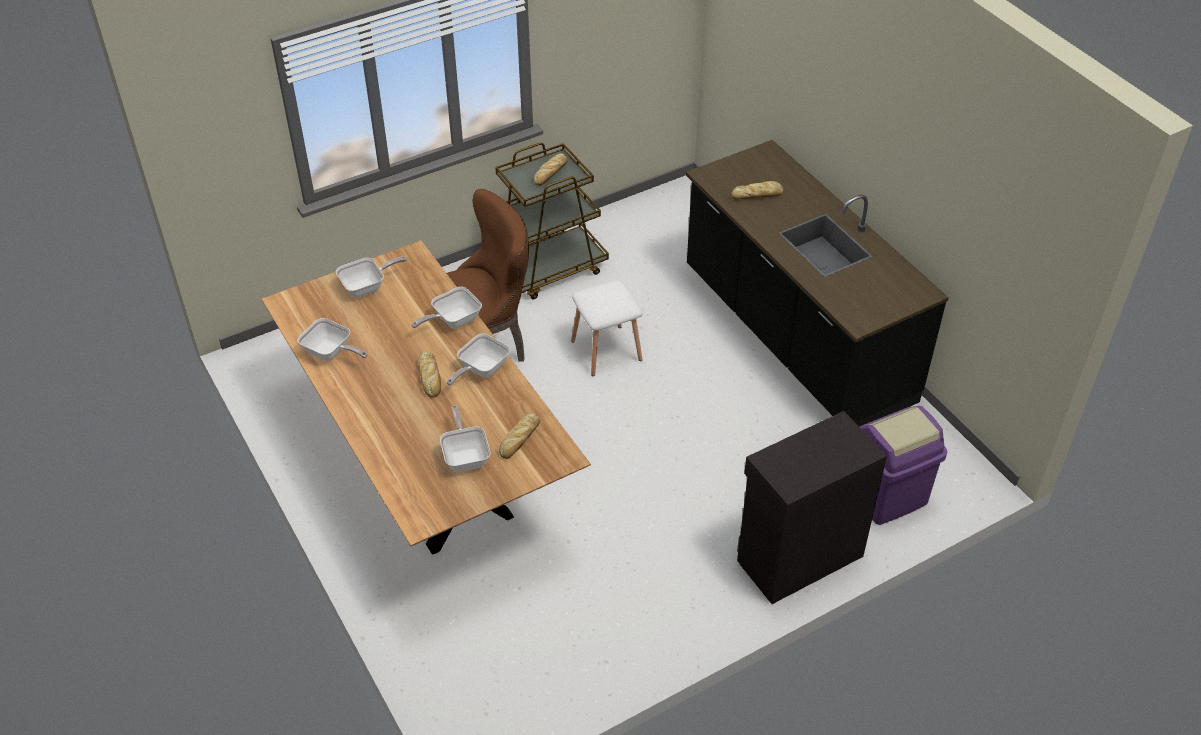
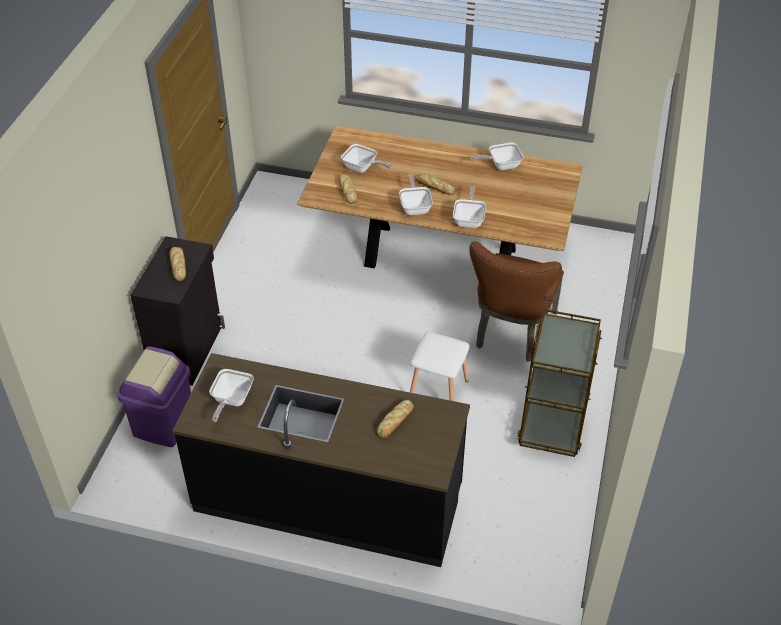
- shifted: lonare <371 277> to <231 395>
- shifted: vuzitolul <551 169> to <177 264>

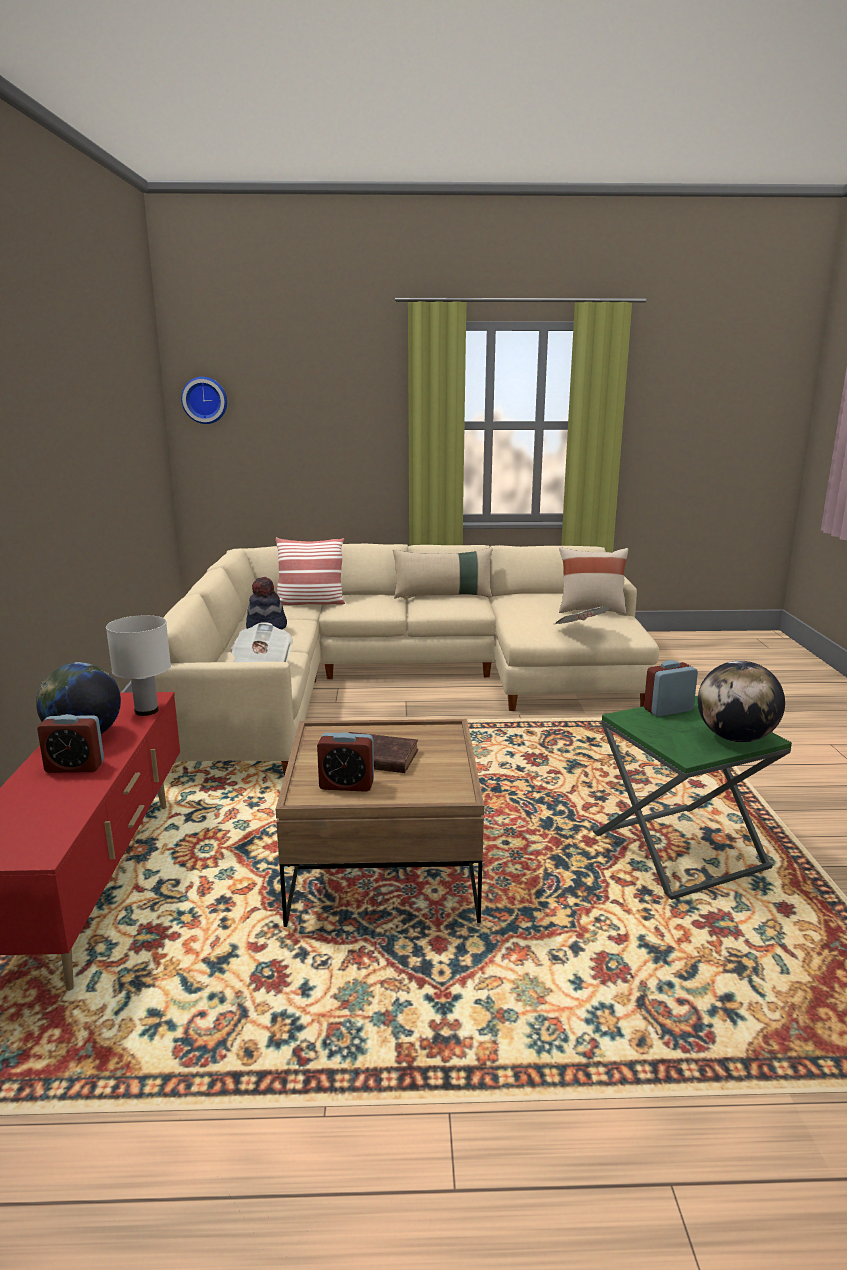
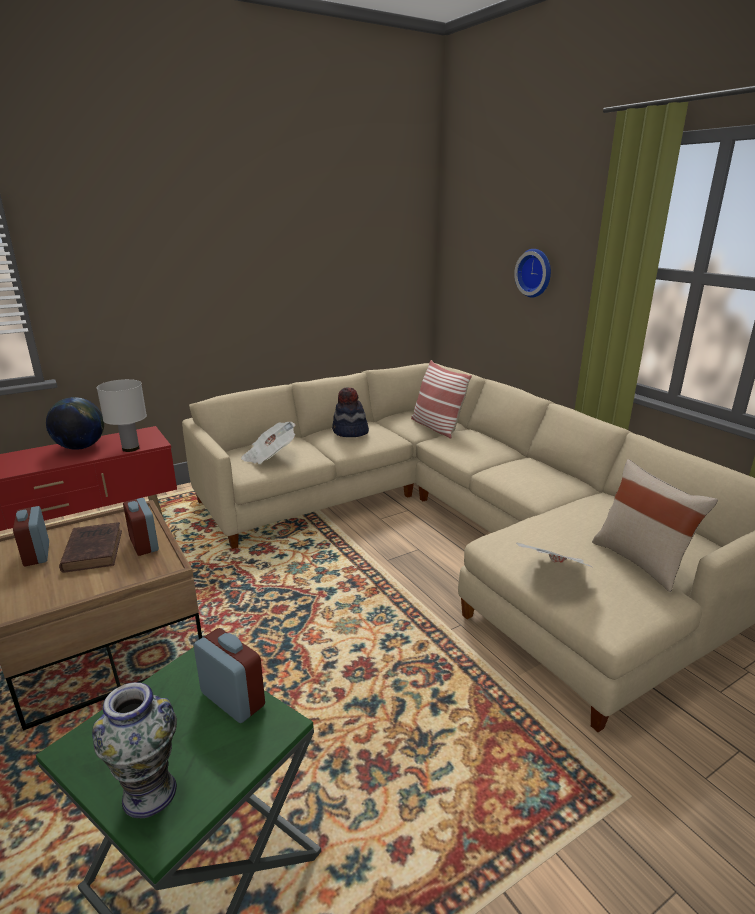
- shifted: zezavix <70 743> to <141 527>
- shifted: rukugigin <204 400> to <532 273>
- gone: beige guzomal <443 573>
- swapped: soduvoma <741 701> to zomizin <134 750>

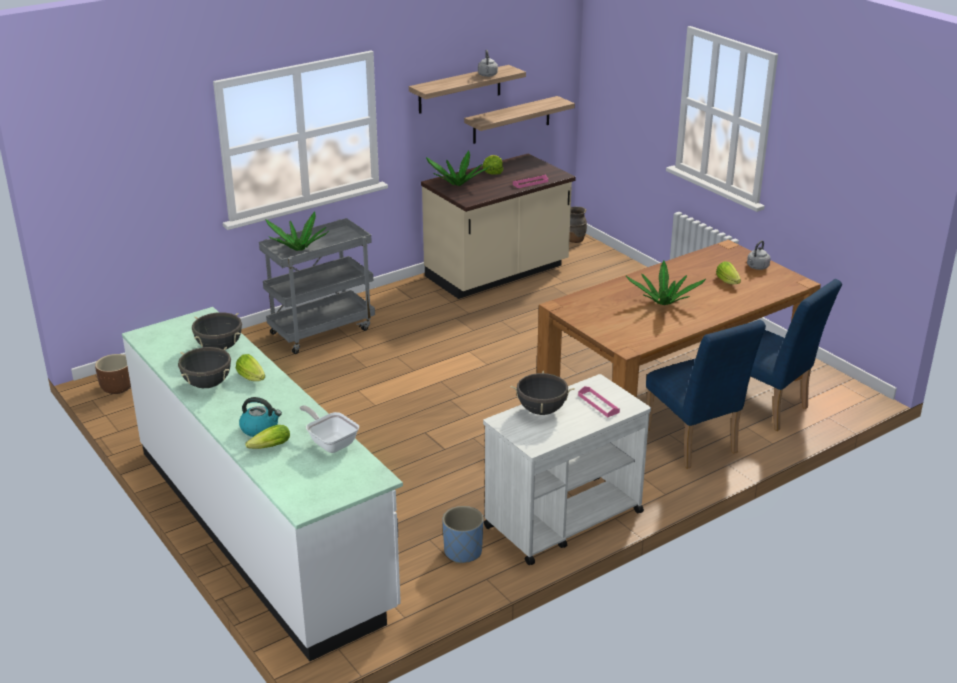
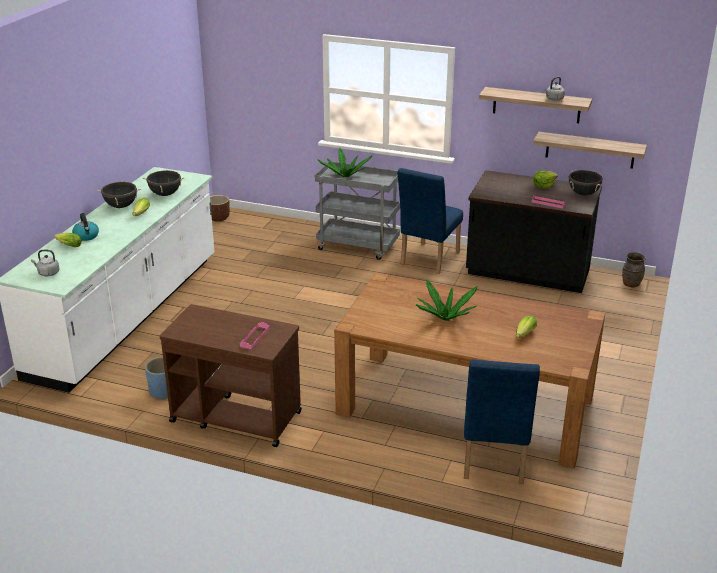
- gone: lonare <329 429>
- repainted: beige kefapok <498 226> to black kefapok <534 231>
- gone: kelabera <458 168>
- repainted: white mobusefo <567 469> to brown mobusefo <231 375>
- shifted: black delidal <542 393> to <586 182>
- shifted: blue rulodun <706 394> to <430 221>
- shifted: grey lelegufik <758 255> to <45 263>

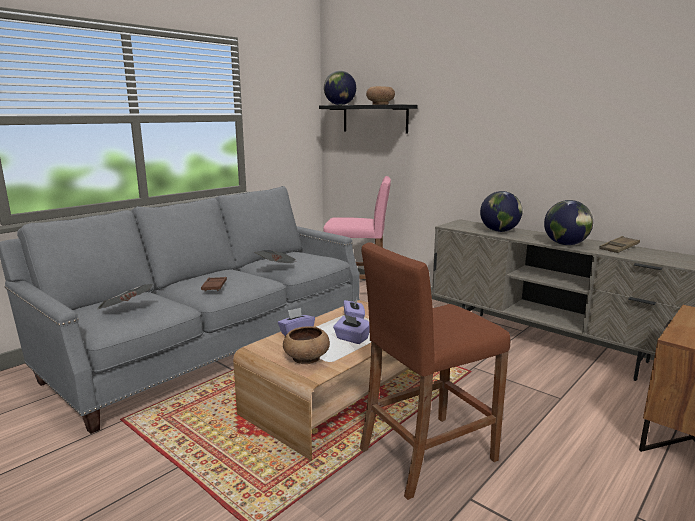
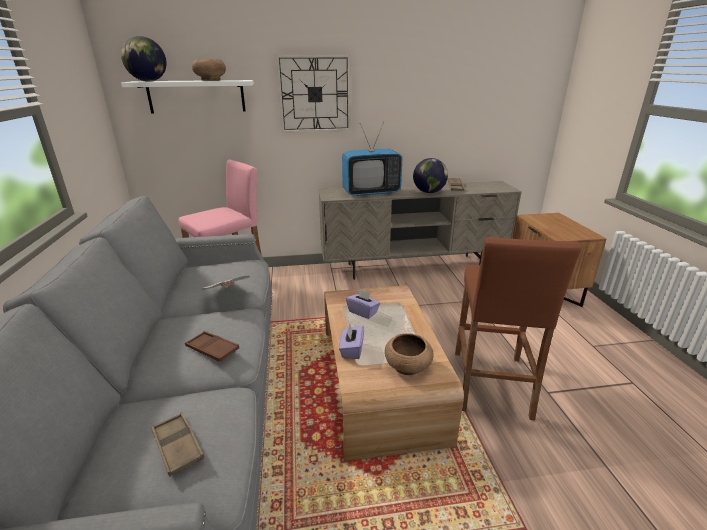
- swapped: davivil <125 296> to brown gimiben <177 444>
- repainted: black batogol <368 119> to white batogol <187 96>
- gone: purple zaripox <351 329>
- swapped: soduvoma <501 211> to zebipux <372 159>
- new: rukugigin <313 93>

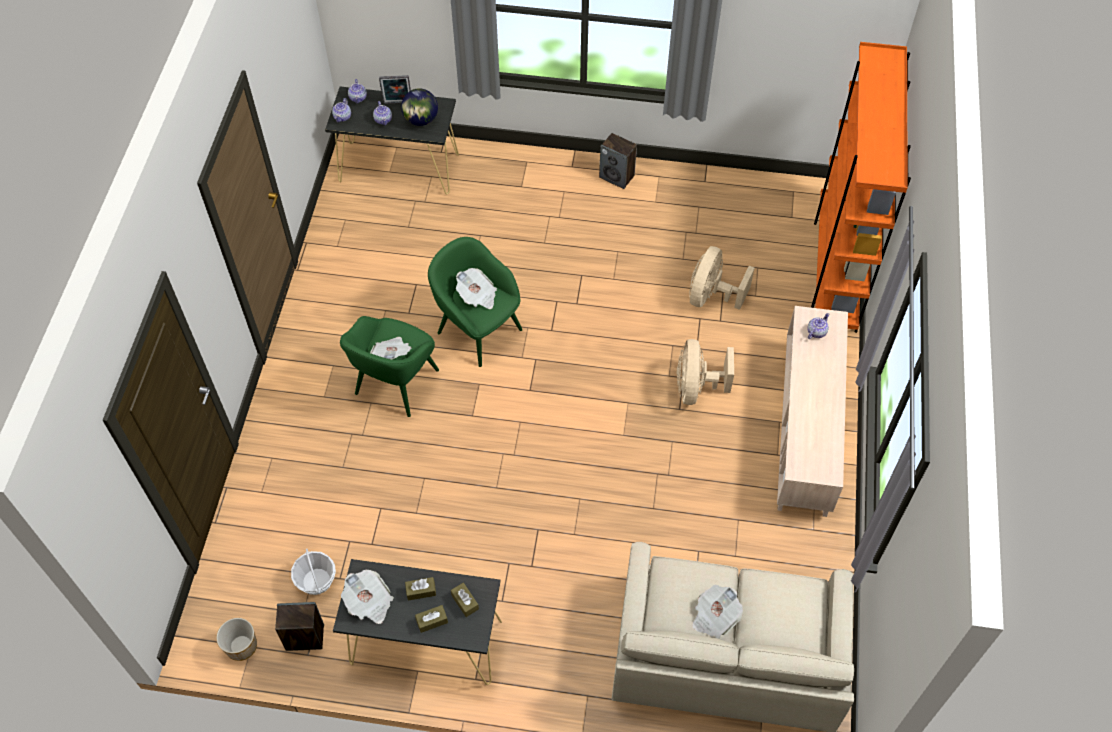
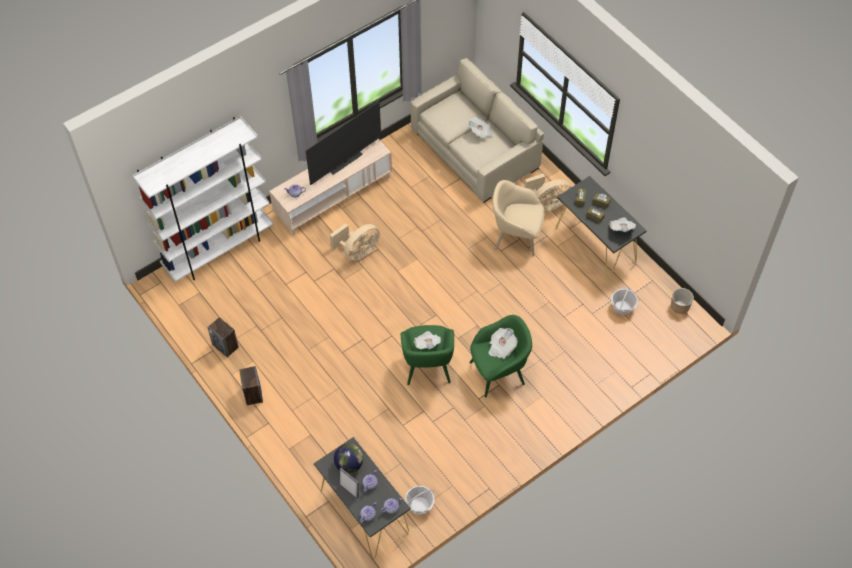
- shifted: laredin <299 626> to <223 337>
- shifted: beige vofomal <721 278> to <547 192>
- repainted: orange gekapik <861 187> to white gekapik <202 199>
- new: zebipux <343 143>
- new: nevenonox <419 500>
- new: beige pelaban <518 218>

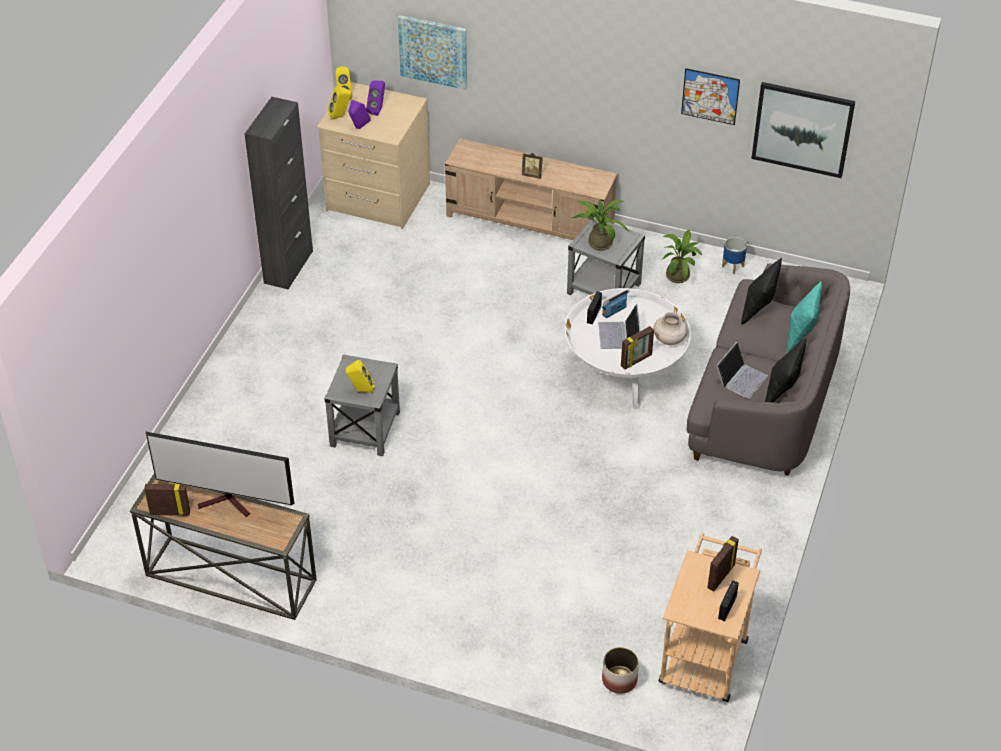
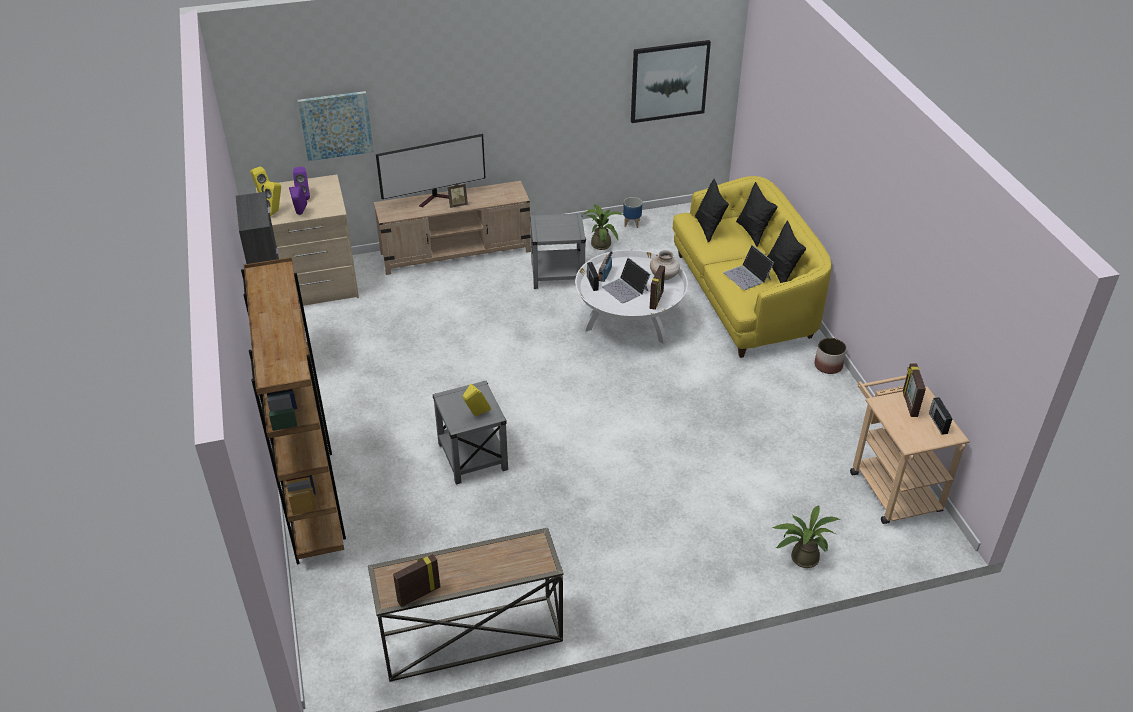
- shifted: zebipux <219 474> to <430 170>
- shifted: kelabera <600 225> to <806 536>
- shifted: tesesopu <620 670> to <831 356>
- gone: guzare <710 96>
- repainted: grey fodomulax <768 369> to yellow fodomulax <752 267>
- rotated: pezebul <742 370> = <749 267> 150 degrees clockwise
- repainted: turquoise guzomal <804 316> to black guzomal <757 214>
- new: brown gekapik <293 411>

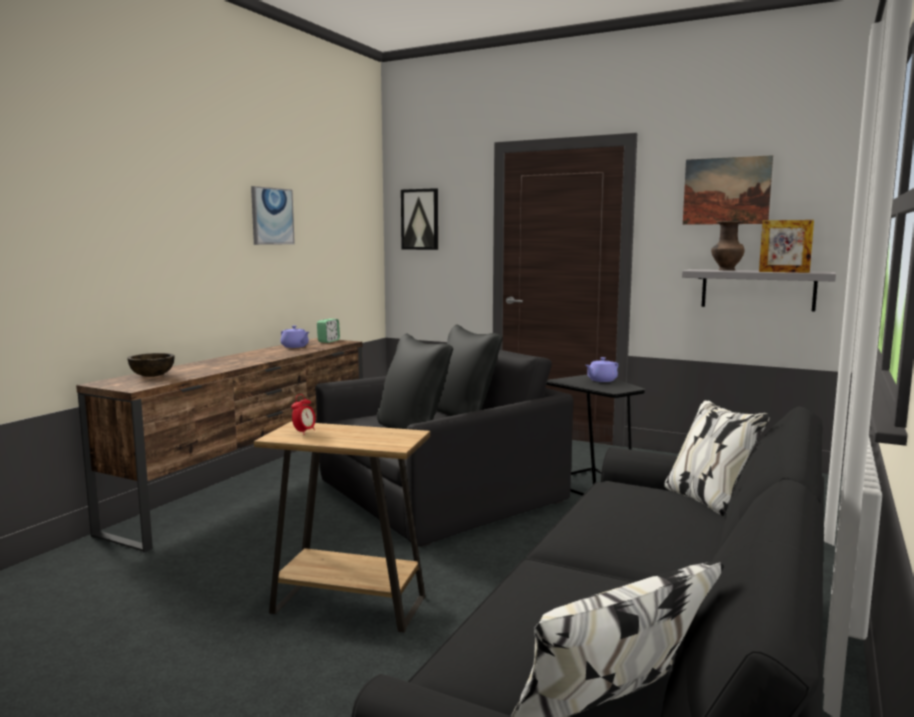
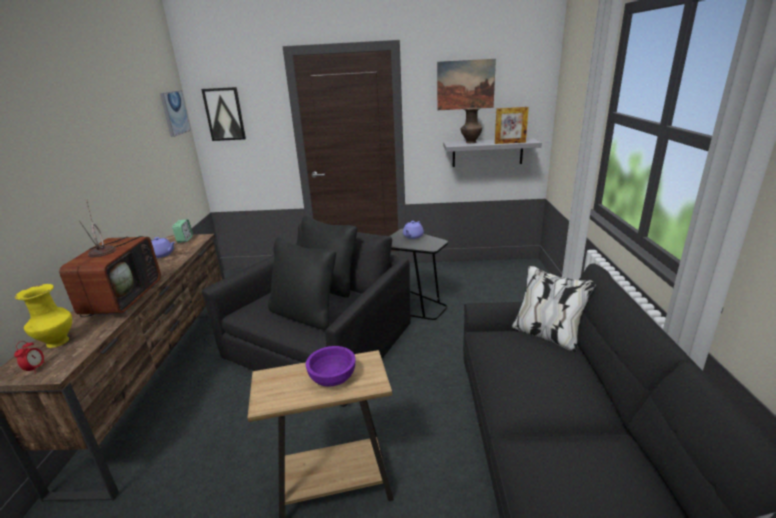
- swapped: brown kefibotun <151 365> to yellow zomizin <43 316>
- shifted: guzare <273 215> to <175 113>
- shifted: zezavix <303 414> to <30 357>
- new: zebipux <110 258>
- new: purple kefibotun <330 366>

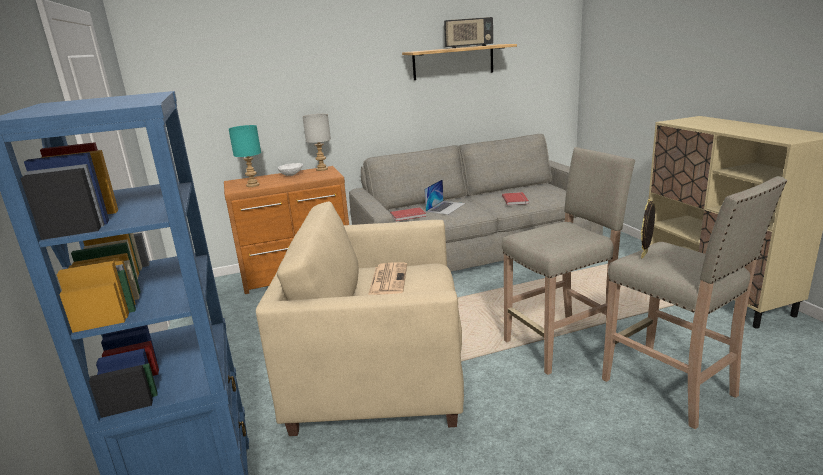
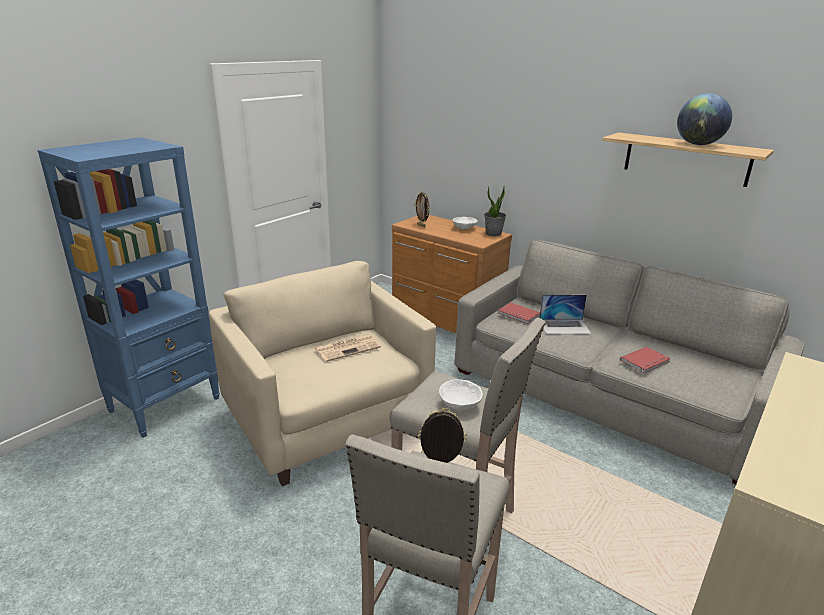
- swapped: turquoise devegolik <245 156> to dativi <422 209>
- swapped: grey devegolik <317 142> to kelabera <495 210>
- swapped: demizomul <468 32> to soduvoma <704 119>
- new: white kefibotun <461 395>

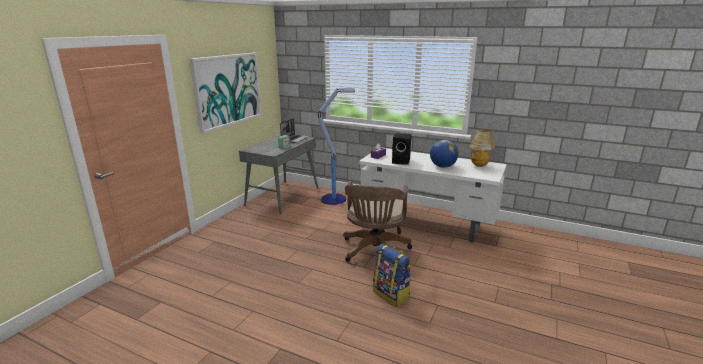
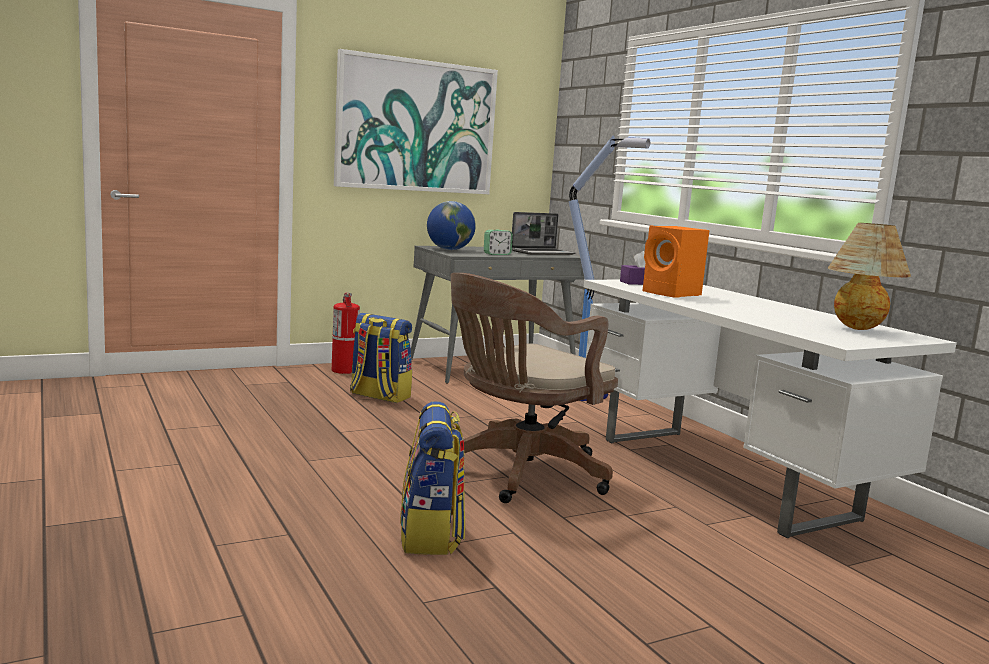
- repainted: black laredin <401 149> to orange laredin <676 262>
- shifted: soduvoma <444 154> to <451 225>
- new: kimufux <346 333>
- new: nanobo <381 358>

